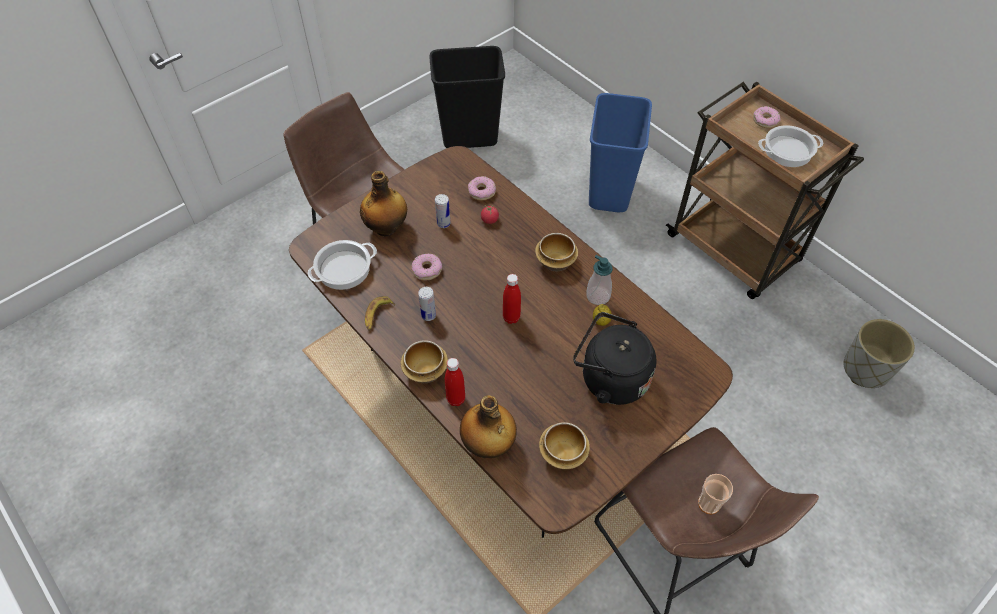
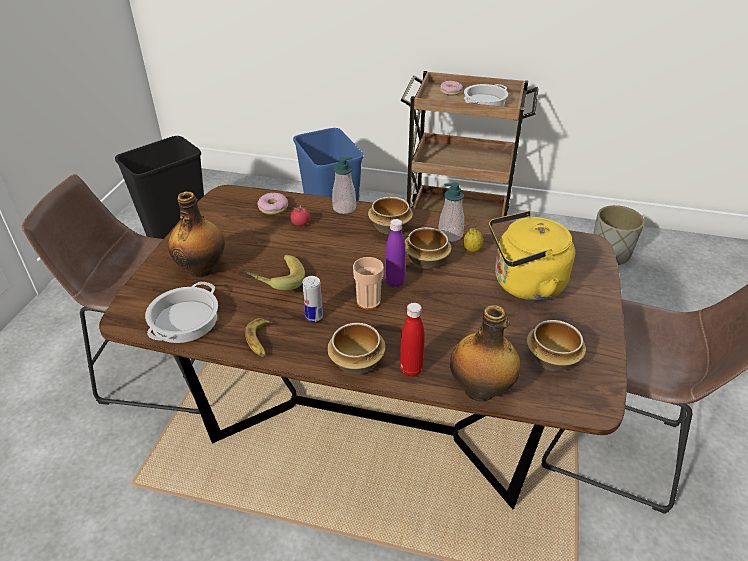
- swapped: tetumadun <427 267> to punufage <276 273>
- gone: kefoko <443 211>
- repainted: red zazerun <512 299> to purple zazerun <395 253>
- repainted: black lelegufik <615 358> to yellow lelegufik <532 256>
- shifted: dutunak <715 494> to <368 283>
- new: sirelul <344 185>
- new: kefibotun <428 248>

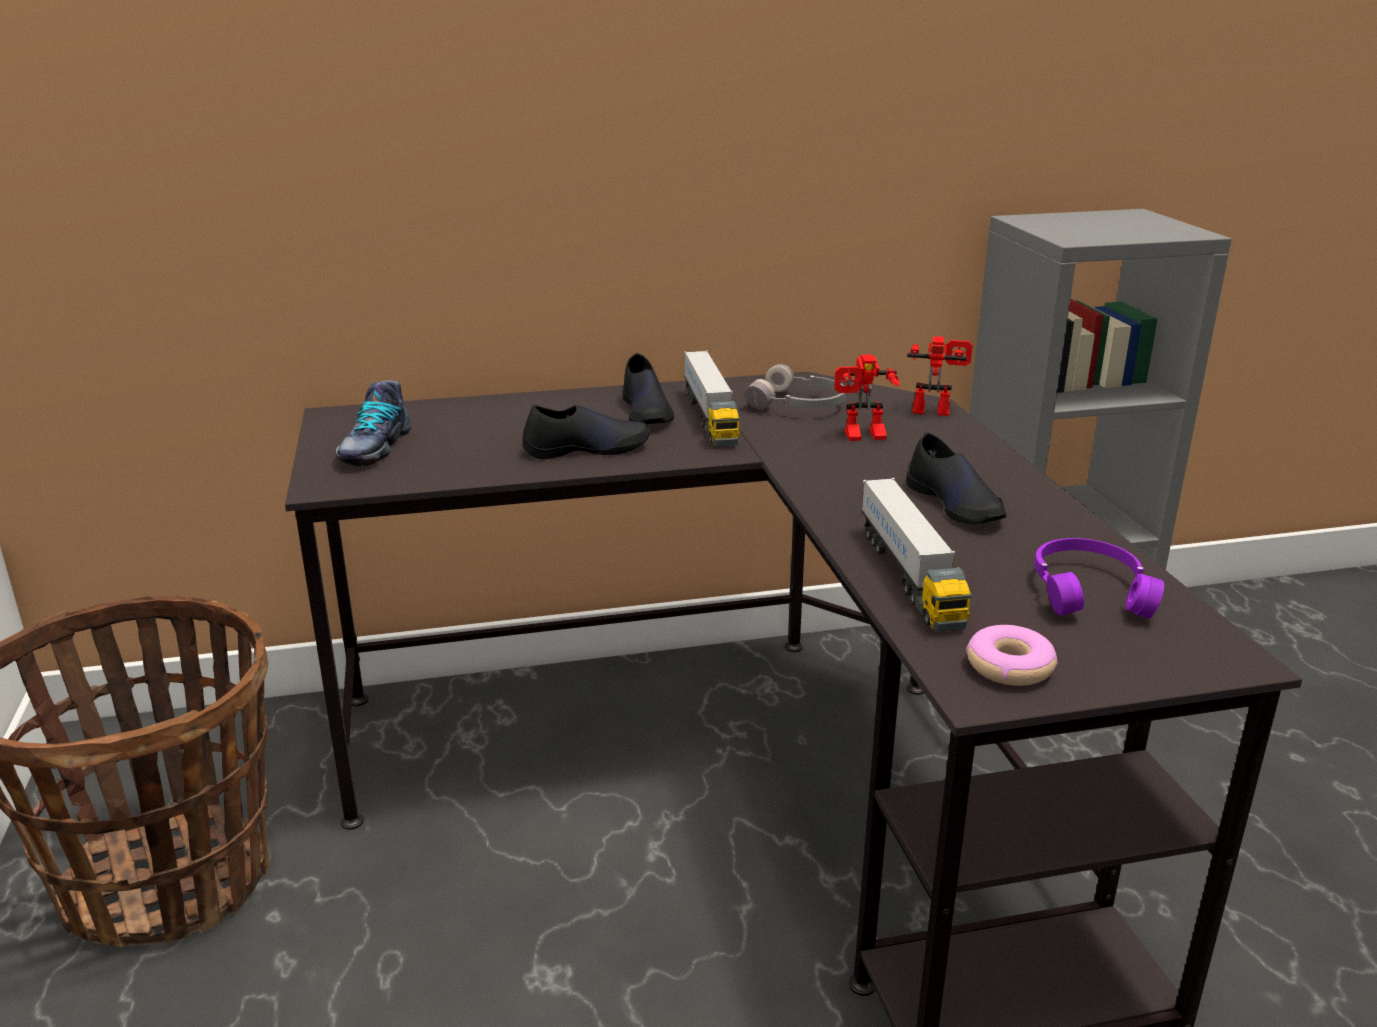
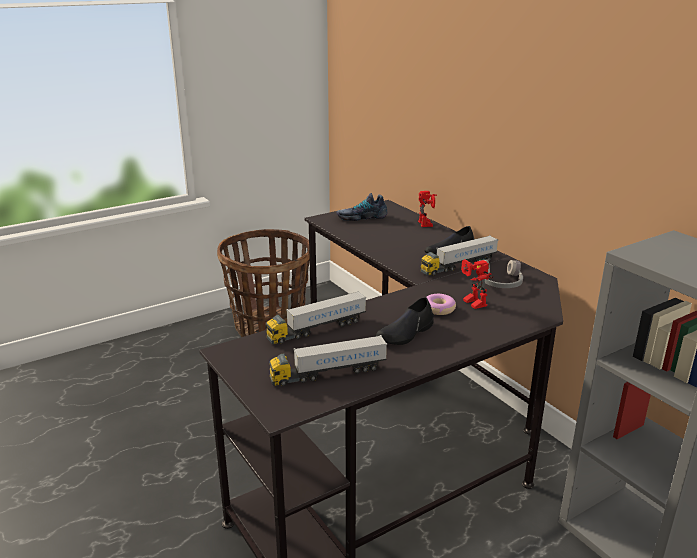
- gone: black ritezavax <586 432>
- shifted: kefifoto <939 376> to <427 209>
- shifted: tetumadun <1012 655> to <441 304>
- swapped: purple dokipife <1099 578> to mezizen <328 360>

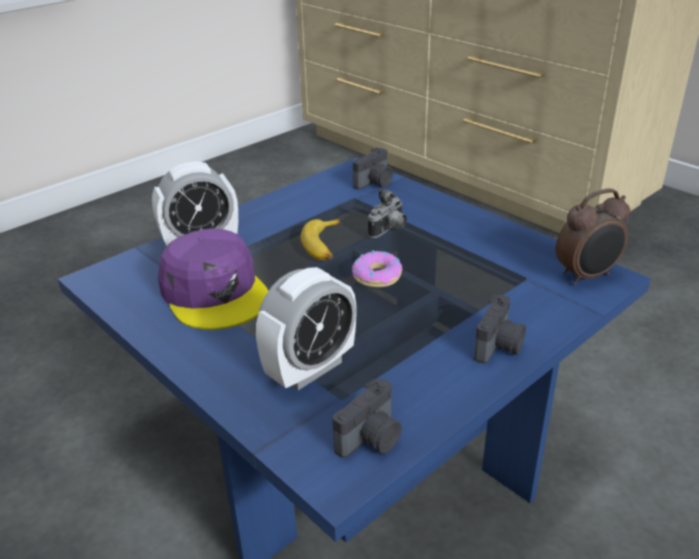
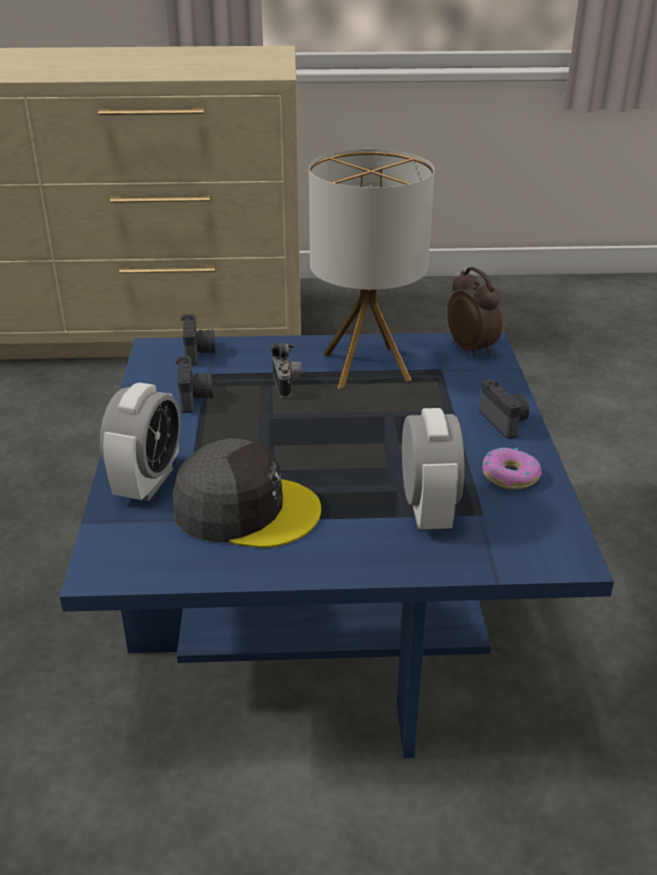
- repainted: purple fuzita <213 279> to grey fuzita <247 493>
- gone: punufage <320 239>
- shifted: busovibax <367 418> to <194 384>
- shifted: tetumadun <377 269> to <512 468>
- rotated: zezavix <593 237> = <474 312> 45 degrees counterclockwise
- new: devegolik <372 269>

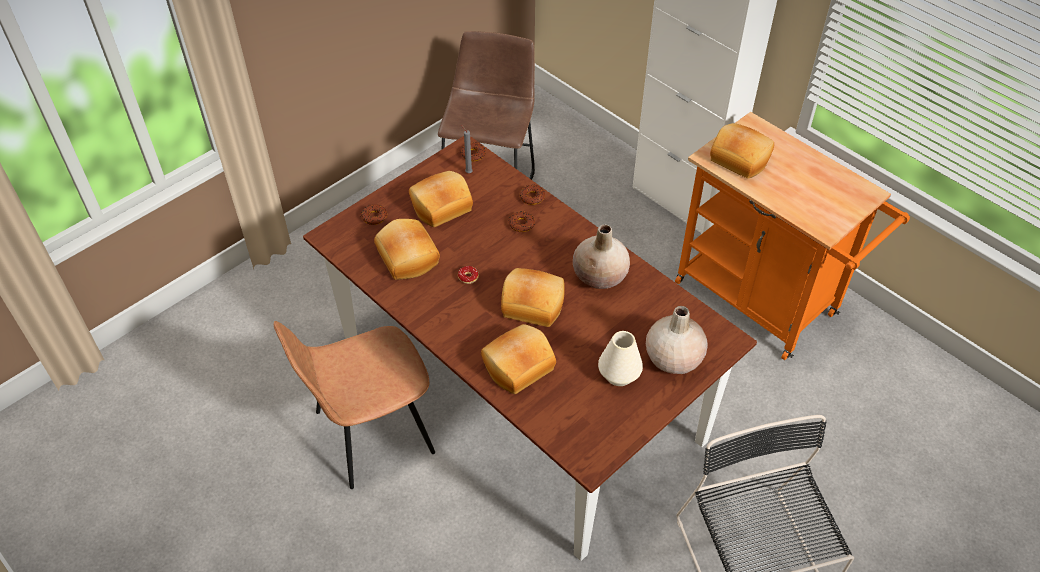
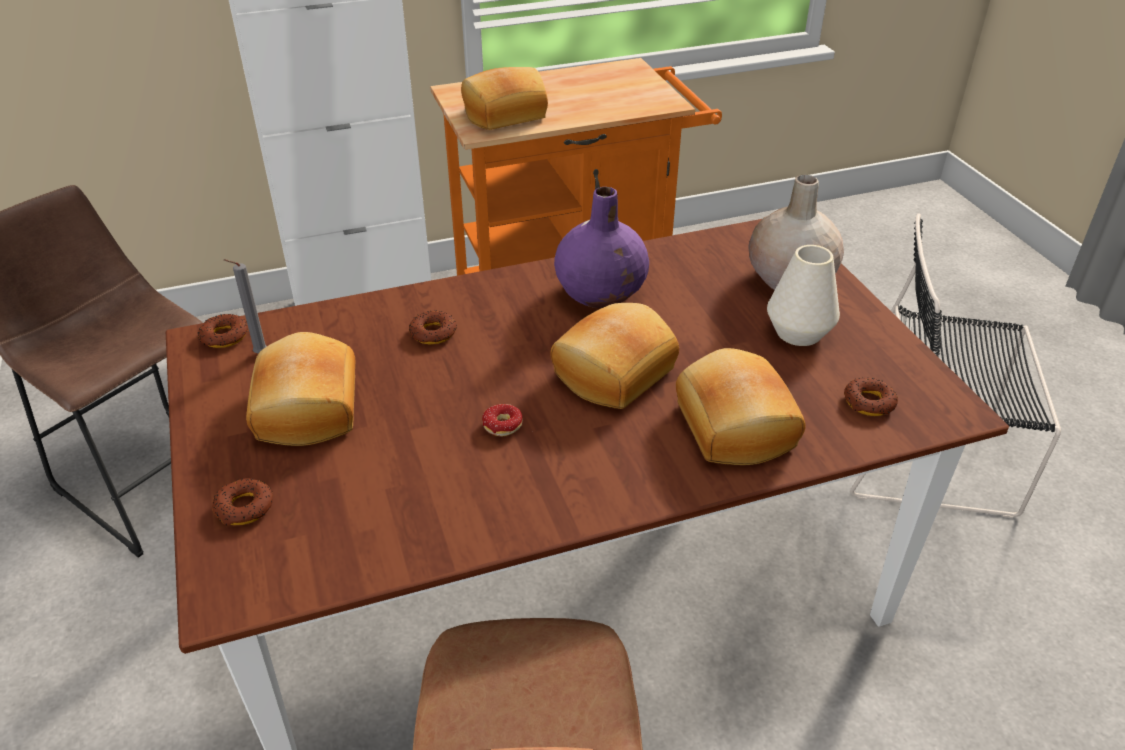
- gone: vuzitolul <407 249>
- shifted: tetumadun <532 195> to <871 397>
- repainted: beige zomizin <601 256> to purple zomizin <601 247>

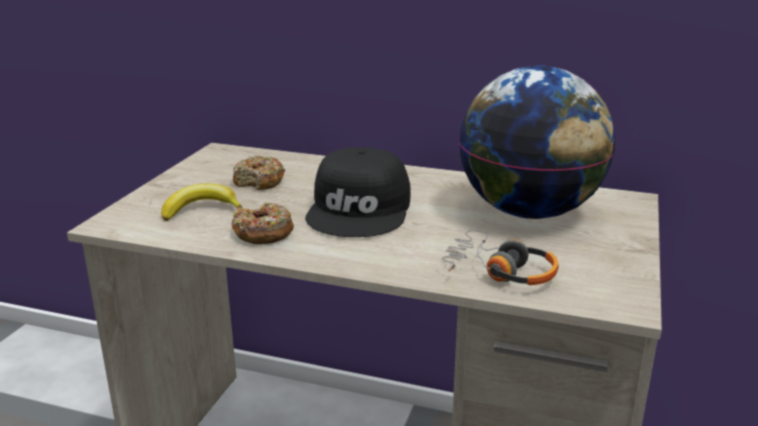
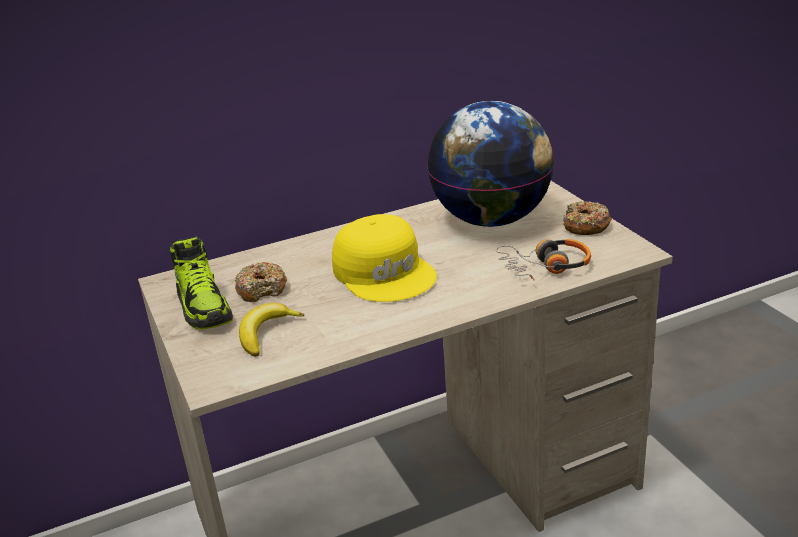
- shifted: tetumadun <262 223> to <587 218>
- repainted: black fuzita <358 192> to yellow fuzita <384 258>
- new: ritezavax <201 283>

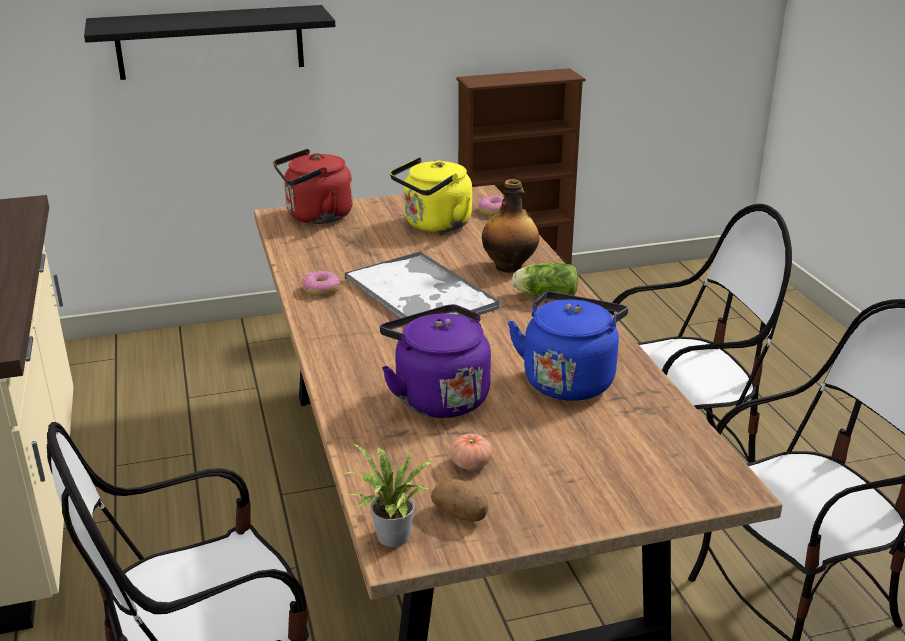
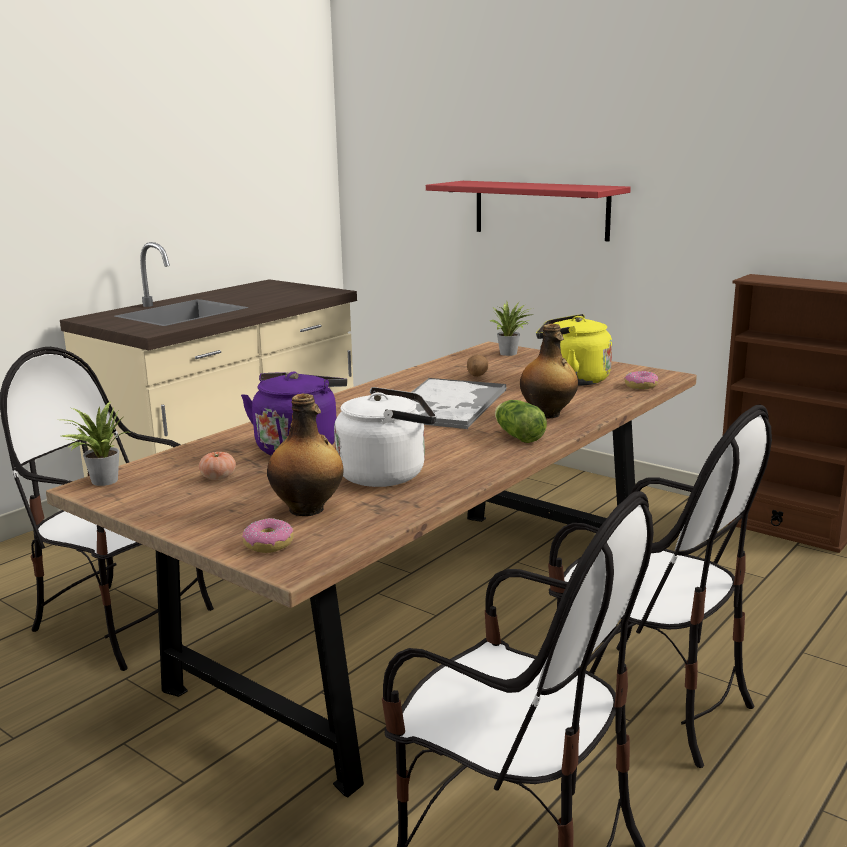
- repainted: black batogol <209 42> to red batogol <528 211>
- swapped: red lelegufik <313 186> to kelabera <512 328>
- shifted: tetumadun <321 283> to <268 535>
- shifted: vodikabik <460 500> to <477 366>
- repainted: blue lelegufik <568 346> to white lelegufik <385 437>
- new: zazerun <305 455>

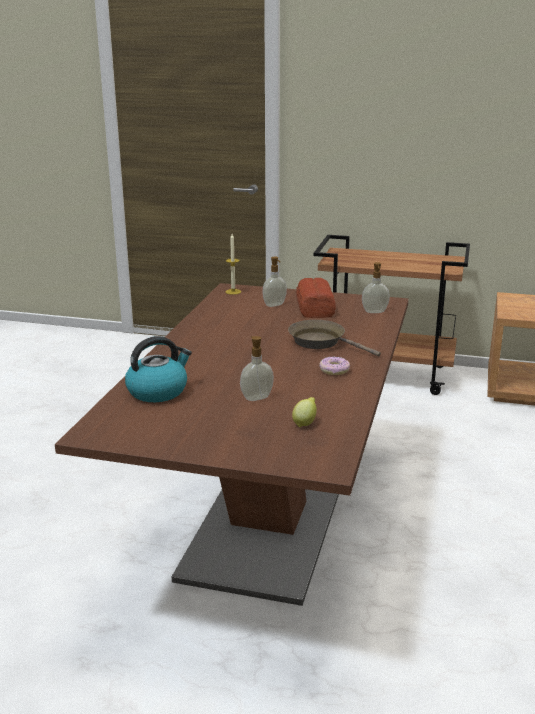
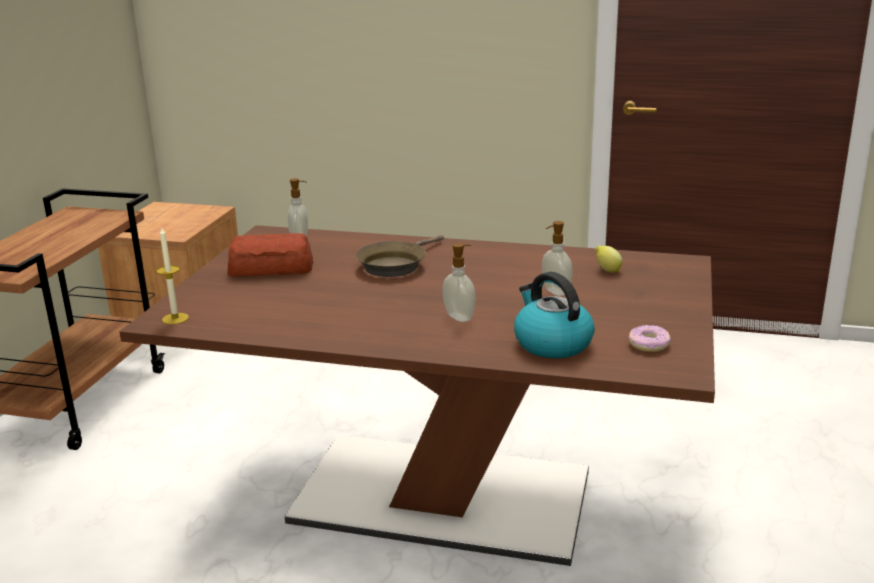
- shifted: sirelul <274 282> to <459 282>
- shifted: tetumadun <334 365> to <649 338>

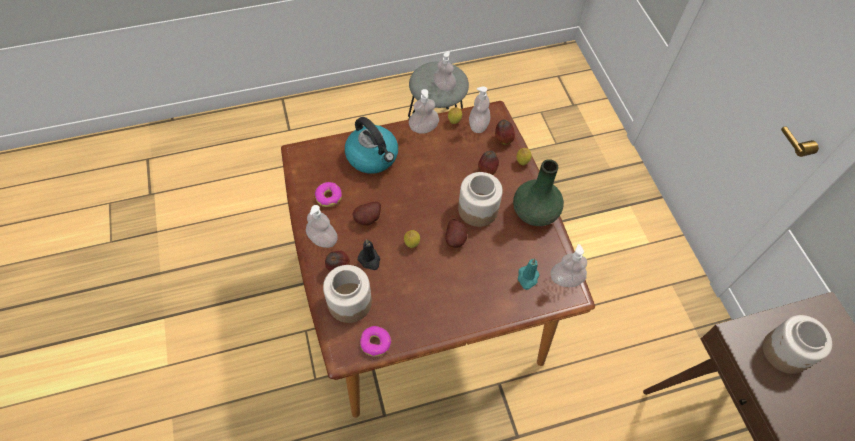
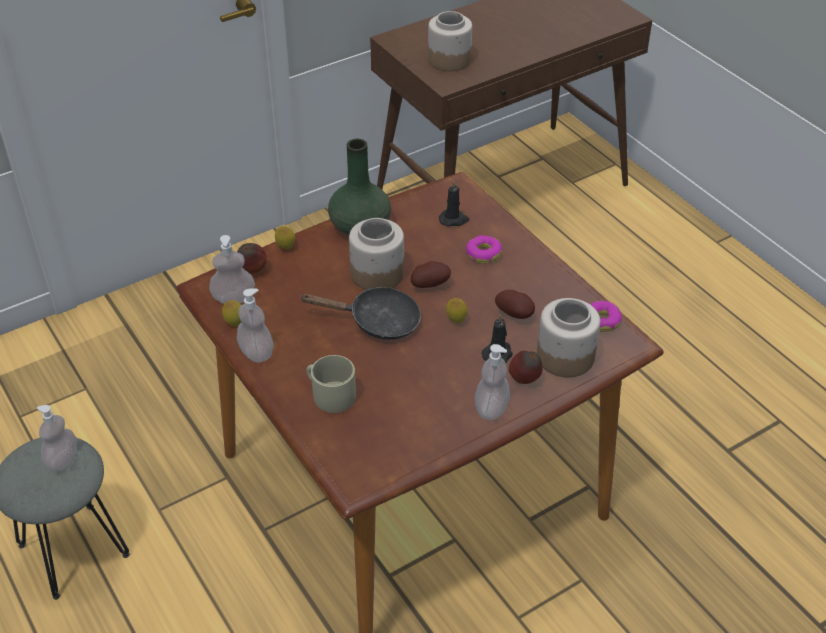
- shifted: tetumadun <328 194> to <484 249>
- swapped: lelegufik <371 145> to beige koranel <331 384>
- shifted: vodikabik <366 213> to <515 304>
- gone: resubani <488 163>
- repainted: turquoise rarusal <528 274> to black rarusal <454 203>
- gone: sirelul <569 265>
- new: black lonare <360 313>

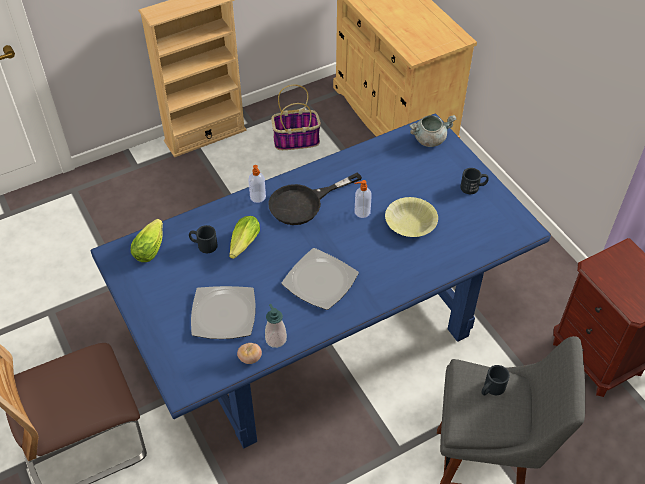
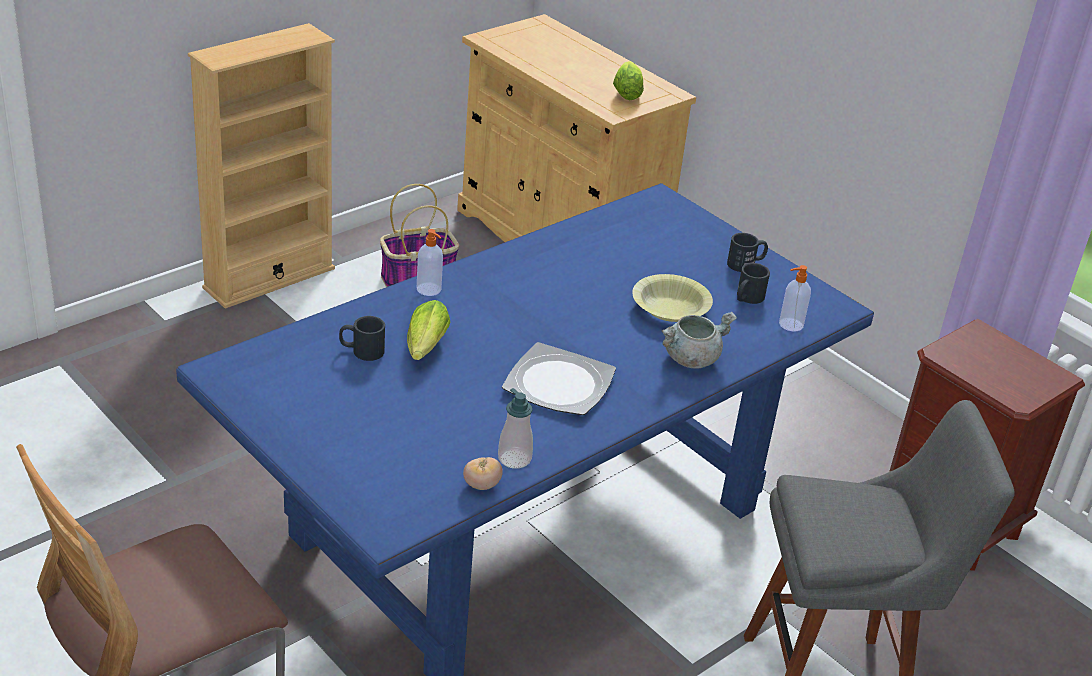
- shifted: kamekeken <147 240> to <628 80>
- gone: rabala <223 312>
- gone: black lonare <315 198>
- shifted: sirelul <363 199> to <795 298>
- shifted: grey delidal <432 131> to <699 340>
- shifted: black koranel <495 380> to <753 283>

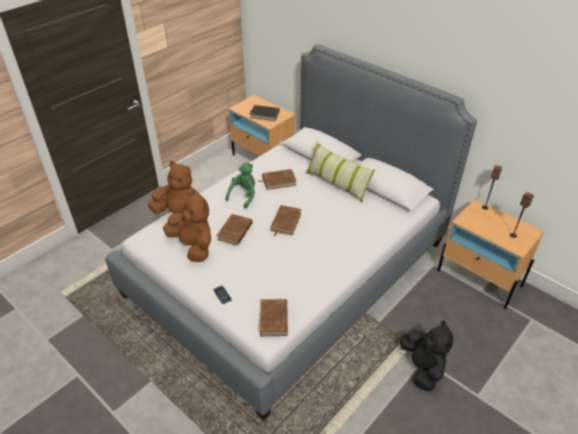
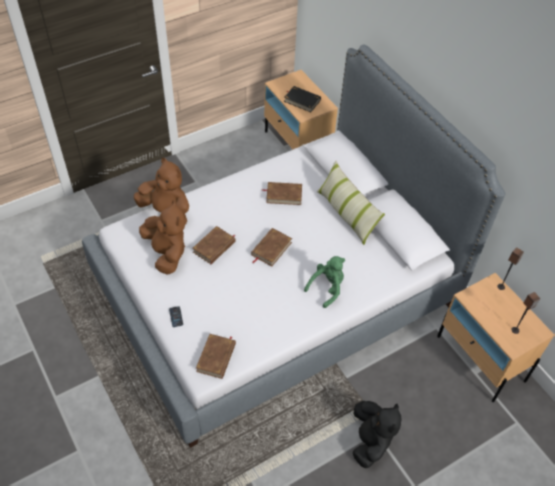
- shifted: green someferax <240 186> to <324 282>

